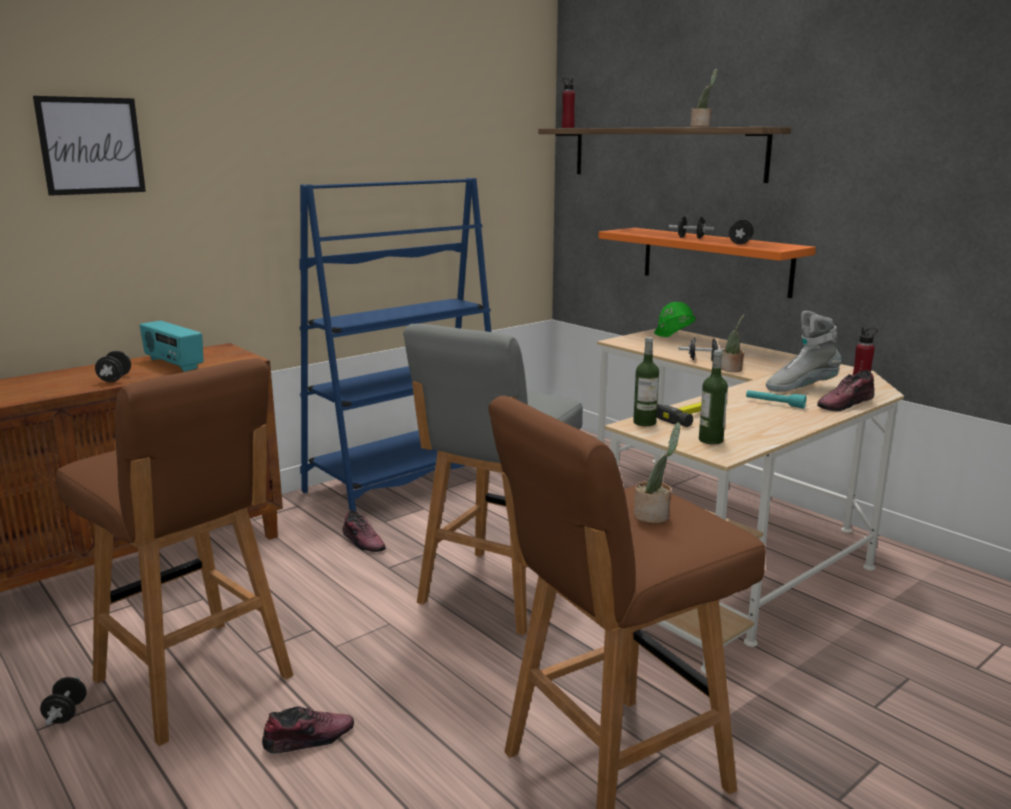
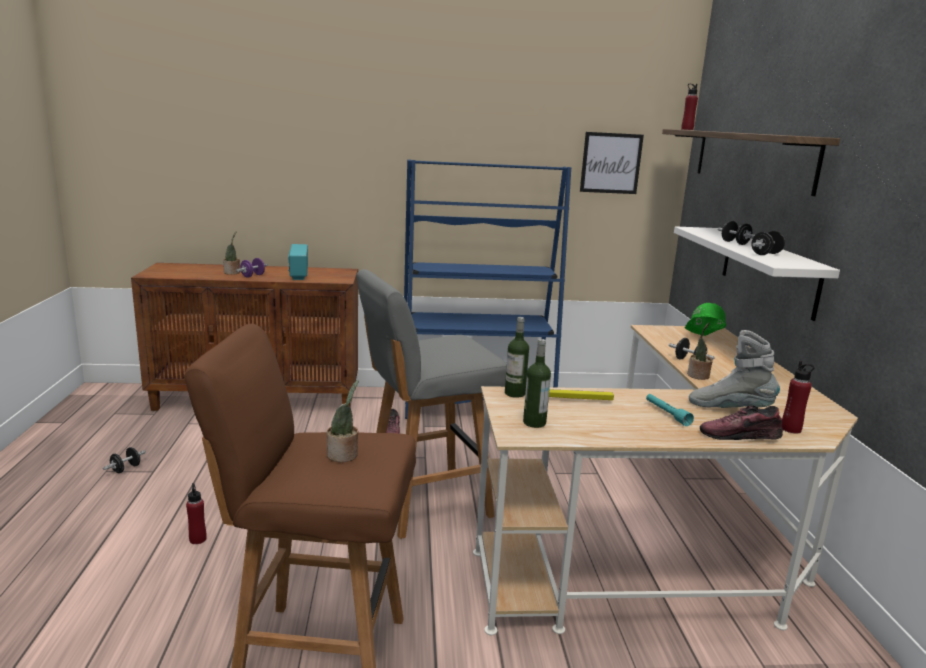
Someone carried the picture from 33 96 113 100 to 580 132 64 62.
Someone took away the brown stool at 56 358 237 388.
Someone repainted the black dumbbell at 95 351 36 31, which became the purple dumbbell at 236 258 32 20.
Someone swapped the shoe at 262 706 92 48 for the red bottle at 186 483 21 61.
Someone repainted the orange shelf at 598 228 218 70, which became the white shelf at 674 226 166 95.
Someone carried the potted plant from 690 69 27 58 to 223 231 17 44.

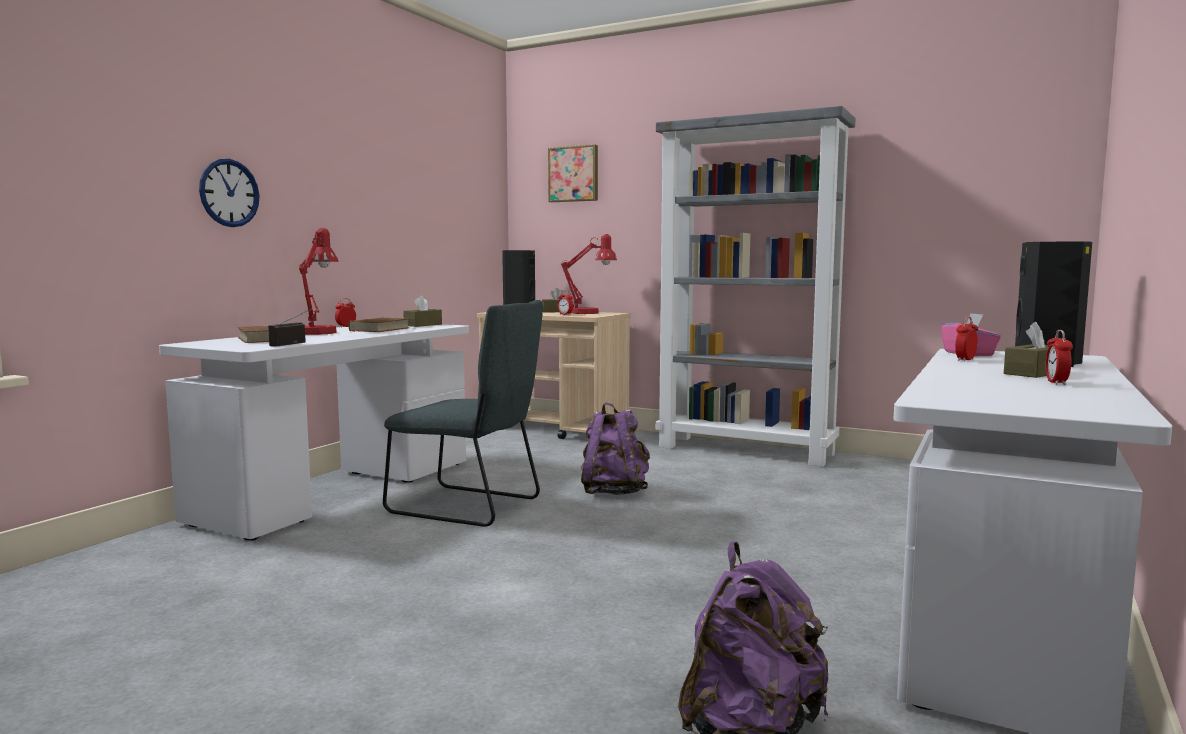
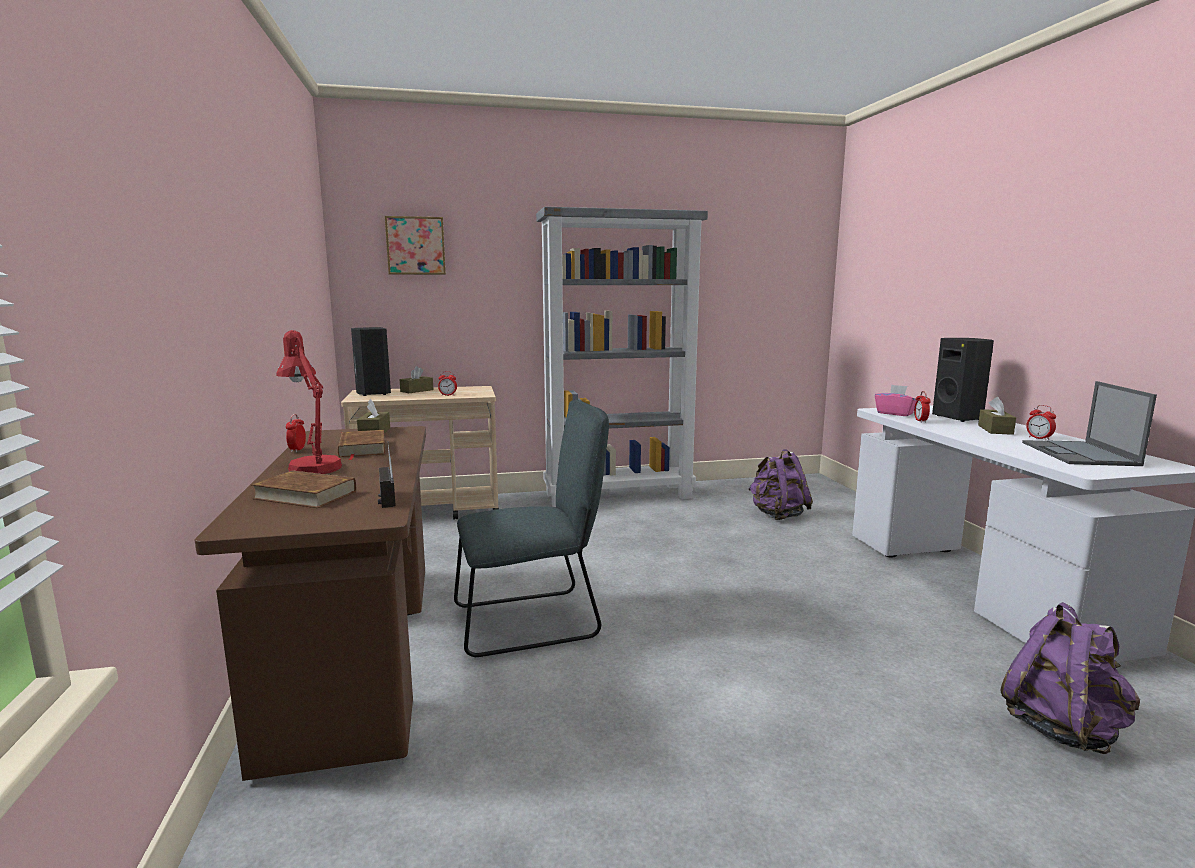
Someone repainted the white desk at 159 324 310 216, which became the brown desk at 195 426 231 355.
Someone took away the wall clock at 199 159 61 68.
Someone took away the red table lamp at 561 234 56 80.
Someone carried the purple backpack from 581 403 69 92 to 749 449 64 71.
Someone put down the laptop at 1022 381 135 85.

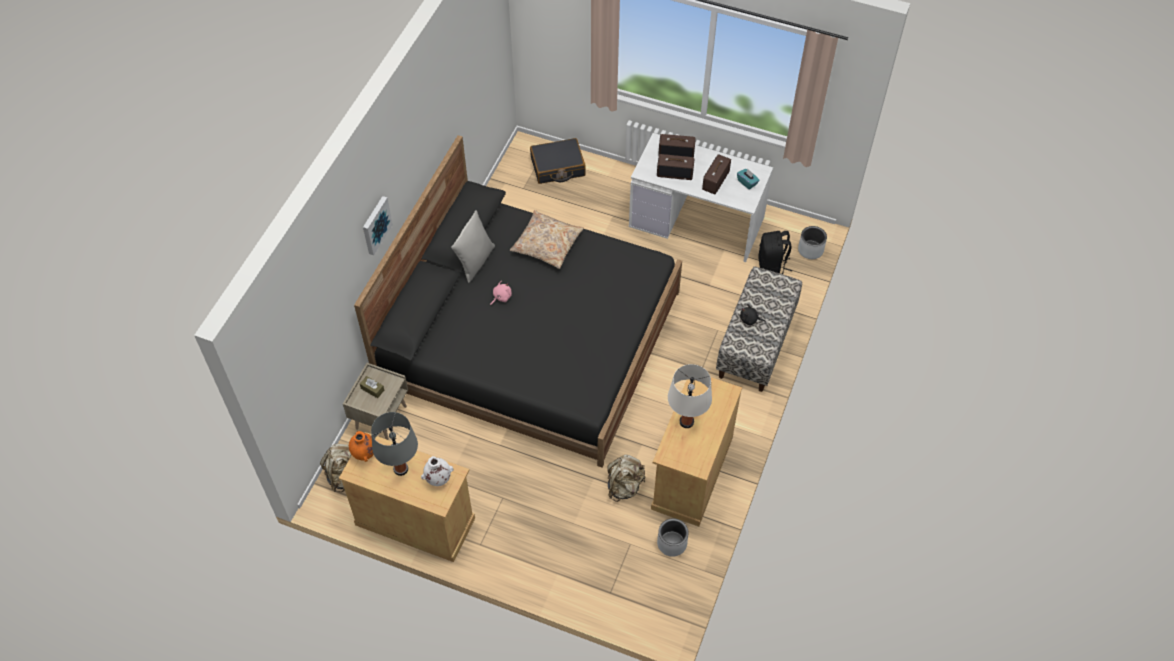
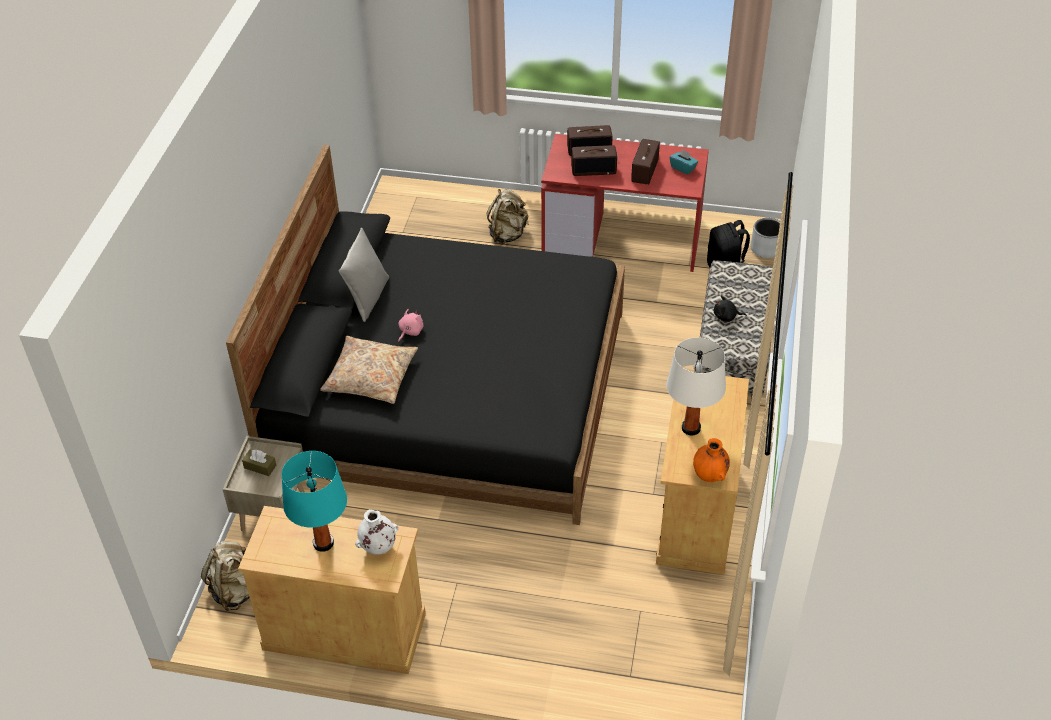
Someone carried the orange vase from 349 431 25 31 to 693 438 37 44.
Someone took away the picture at 363 196 30 59.
Someone repainted the grey table lamp at 371 412 47 64, which became the turquoise table lamp at 282 451 65 101.
Someone carried the beige pillow from 510 210 74 59 to 320 336 98 68.
Someone took away the black suitcase at 530 138 56 46.
Someone carried the beige backpack from 607 455 38 47 to 487 189 42 55.
Someone repainted the white desk at 629 133 144 129, which became the red desk at 541 134 168 138.
Someone took away the grey planter at 657 518 32 39.

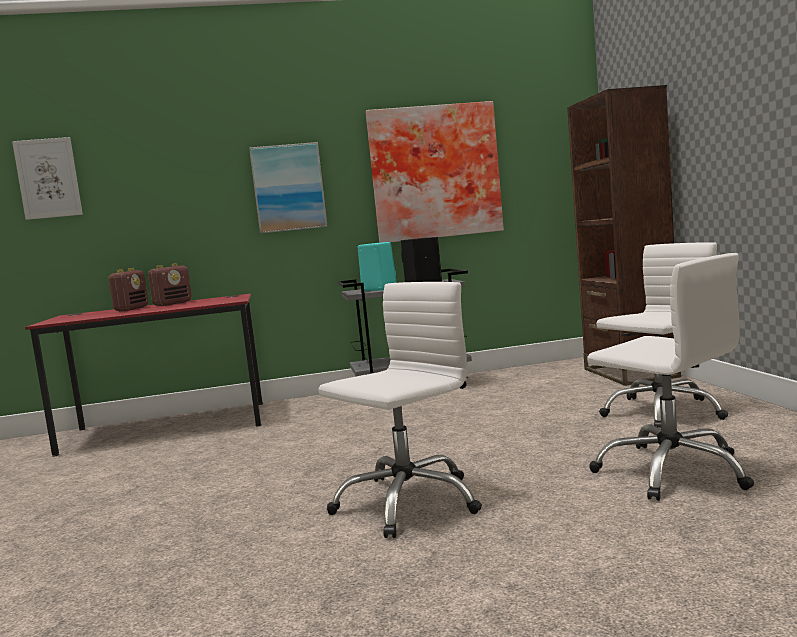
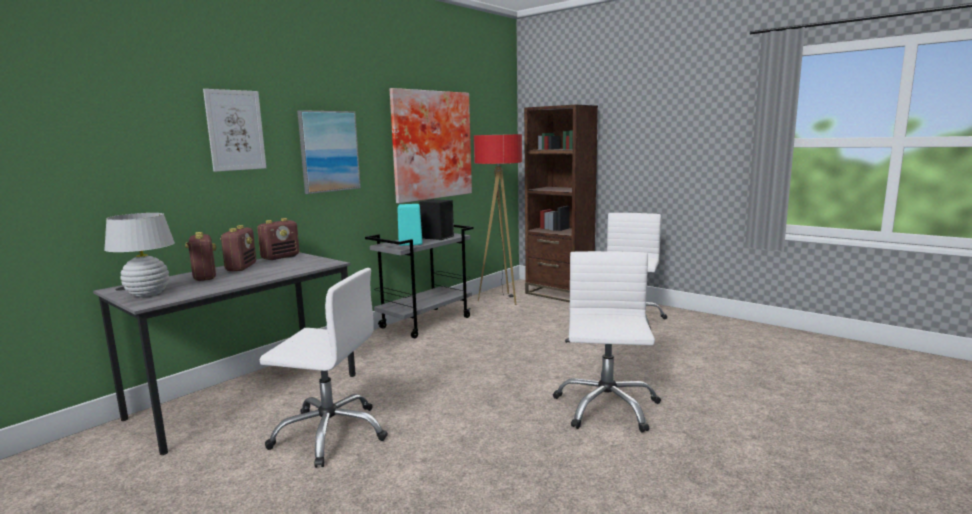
Someone carried the picture from 12 137 71 83 to 203 89 63 83.
Someone repainted the red desk at 25 294 238 163, which became the grey desk at 93 252 263 203.
Someone carried the white office chair from 587 253 167 248 to 260 268 128 200.
Someone put down the white table lamp at 104 213 71 84.
Someone put down the radio at 257 218 43 42.
Someone put down the floor lamp at 474 134 48 171.

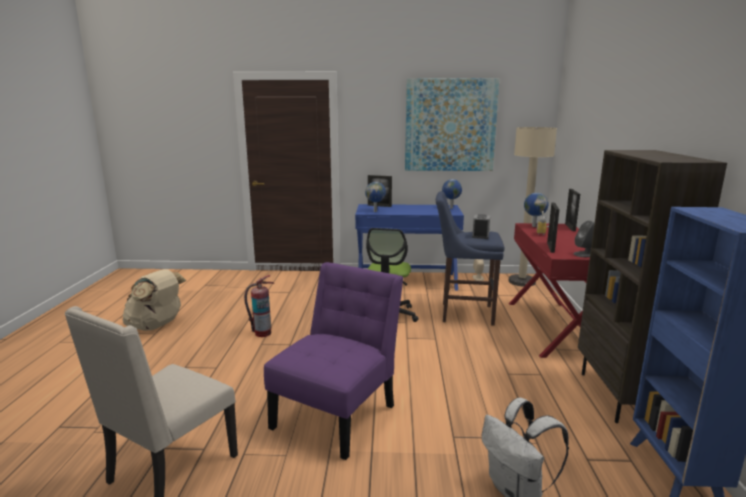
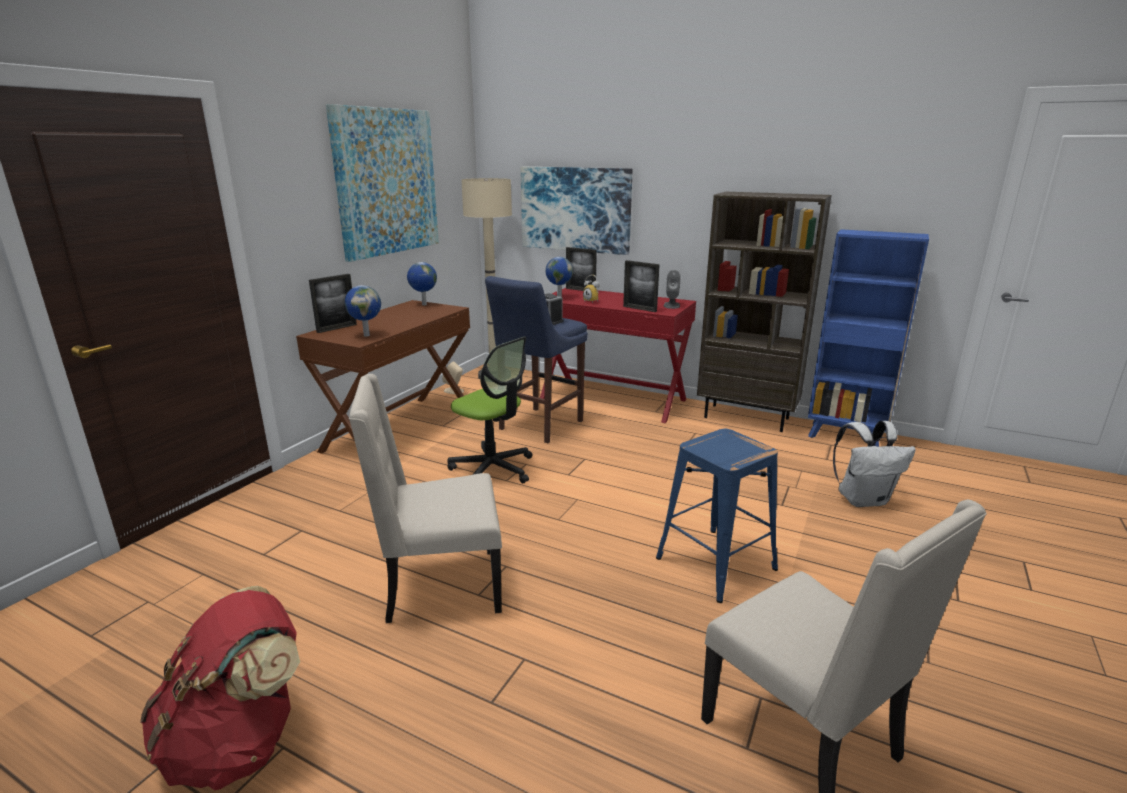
Someone repainted the beige backpack at 122 269 64 62, which became the red backpack at 141 586 159 204.
Someone swapped the fire extinguisher at 244 275 30 62 for the beige chair at 349 374 153 249.
Someone swapped the purple chair at 264 262 140 198 for the blue stool at 656 429 122 174.
Someone repainted the blue desk at 355 204 109 86, which became the brown desk at 296 300 174 154.
Someone put up the picture at 521 167 112 88.

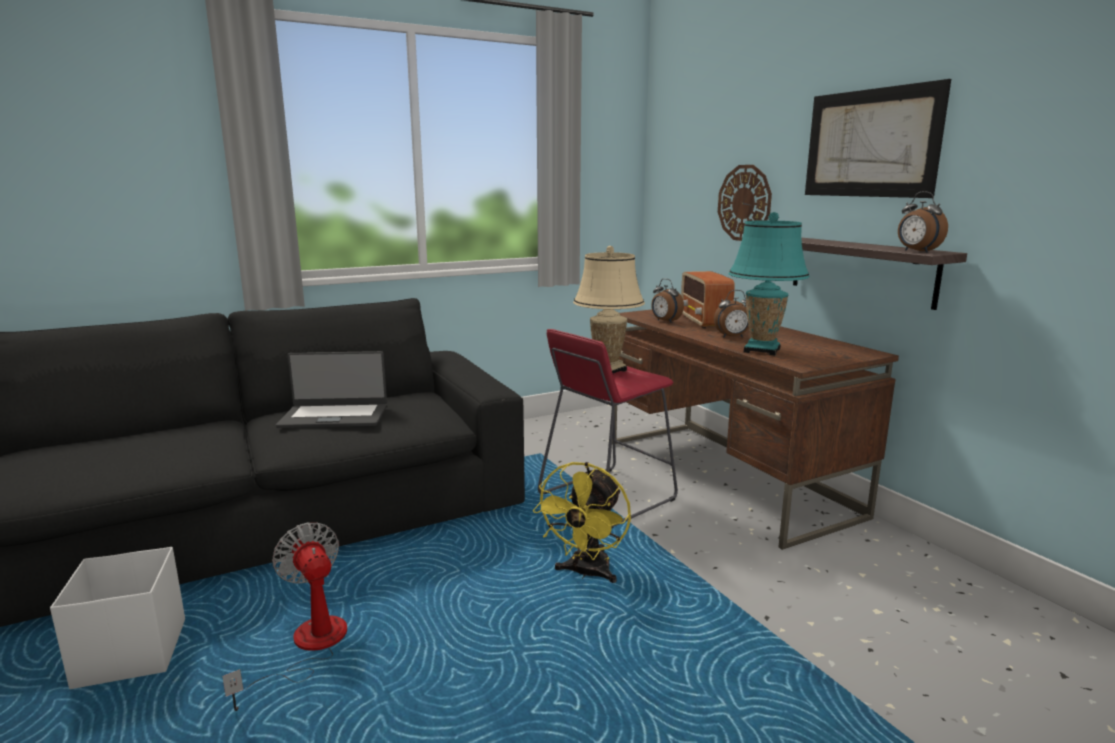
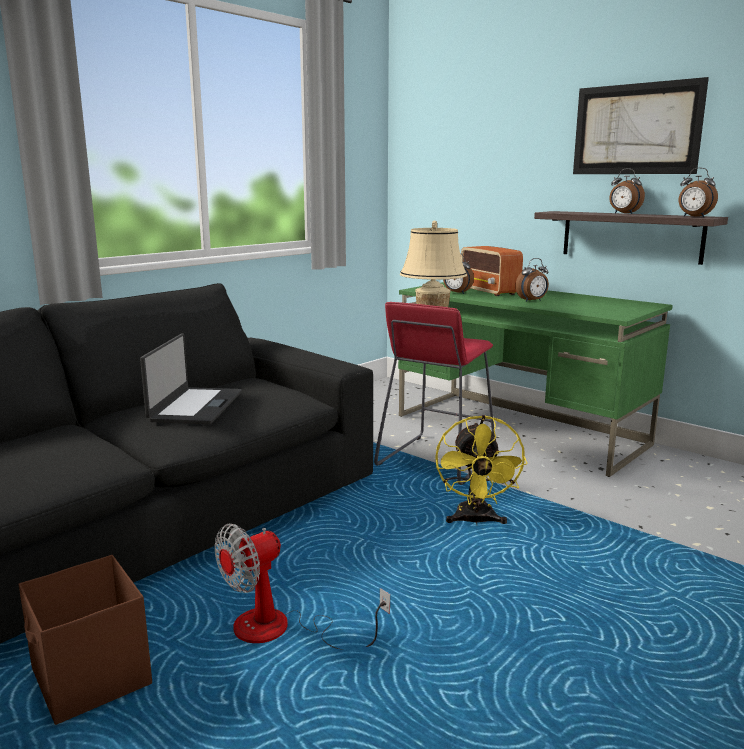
Someone repainted the white storage box at 50 547 135 142, which became the brown storage box at 19 555 133 170.
Someone rotated the fan at 222 522 125 189 by 75 degrees counterclockwise.
Someone rotated the laptop at 276 351 111 77 by 60 degrees counterclockwise.
Someone repainted the brown desk at 612 309 287 241, which became the green desk at 398 282 275 195.
Someone took away the wall clock at 718 165 54 76.
Someone took away the turquoise table lamp at 728 212 82 144.
Someone put down the alarm clock at 610 168 35 46.

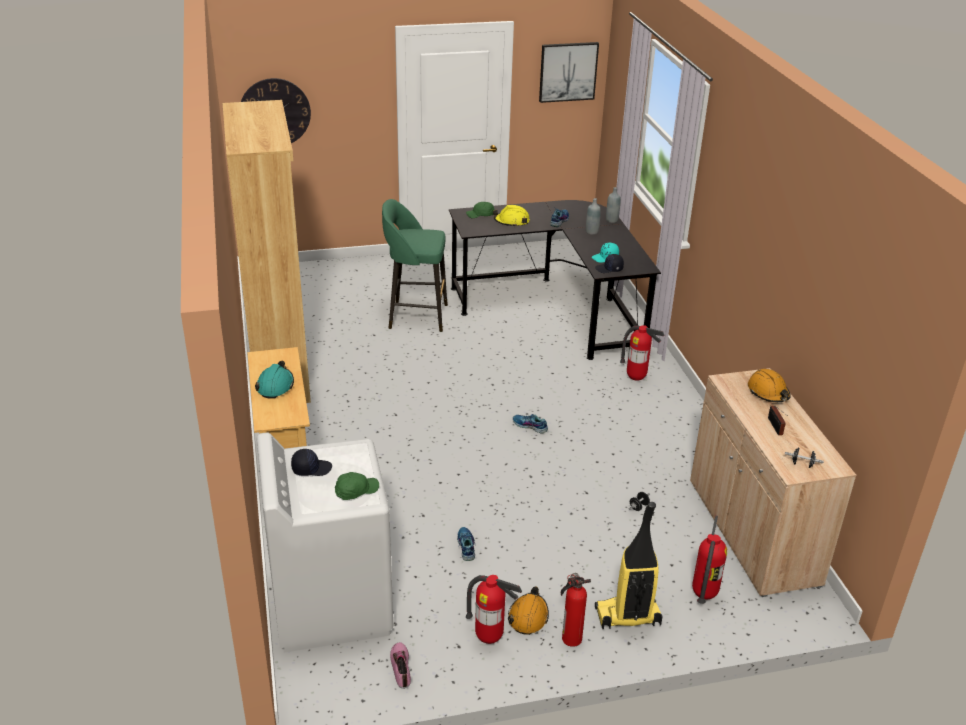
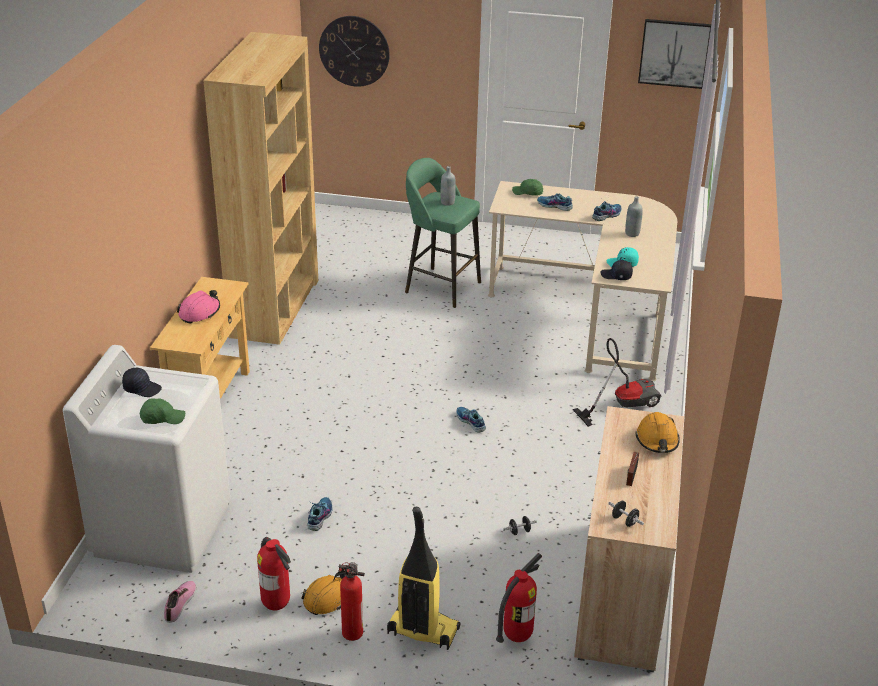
Someone repainted the turquoise hard hat at 255 361 39 38, which became the pink hard hat at 177 290 43 33.
Someone repainted the black desk at 449 200 212 160, which became the beige desk at 488 181 189 200.
Someone swapped the yellow hard hat at 493 205 37 22 for the shoe at 537 193 36 18.
Someone carried the grey bottle from 606 187 15 36 to 441 166 15 40.
Someone swapped the fire extinguisher at 620 325 45 56 for the vacuum cleaner at 573 338 88 89.

